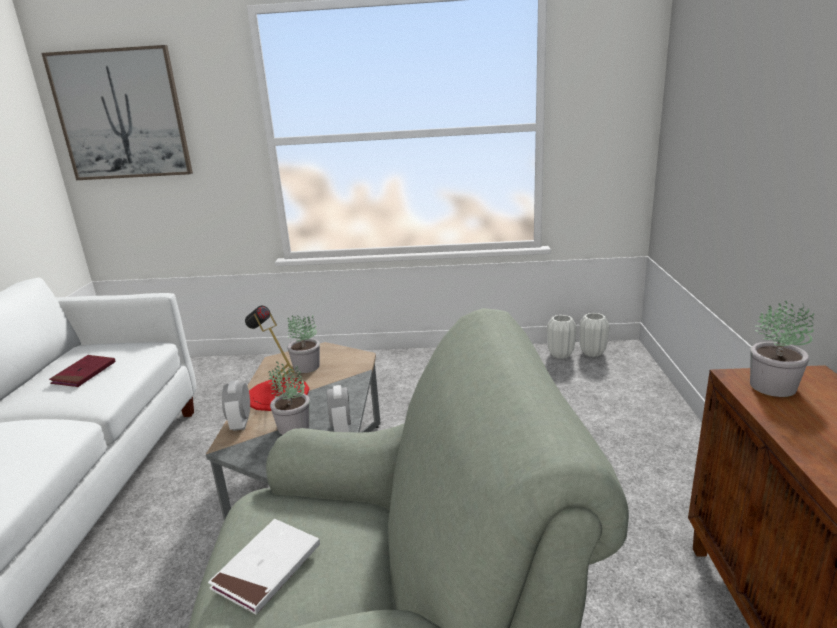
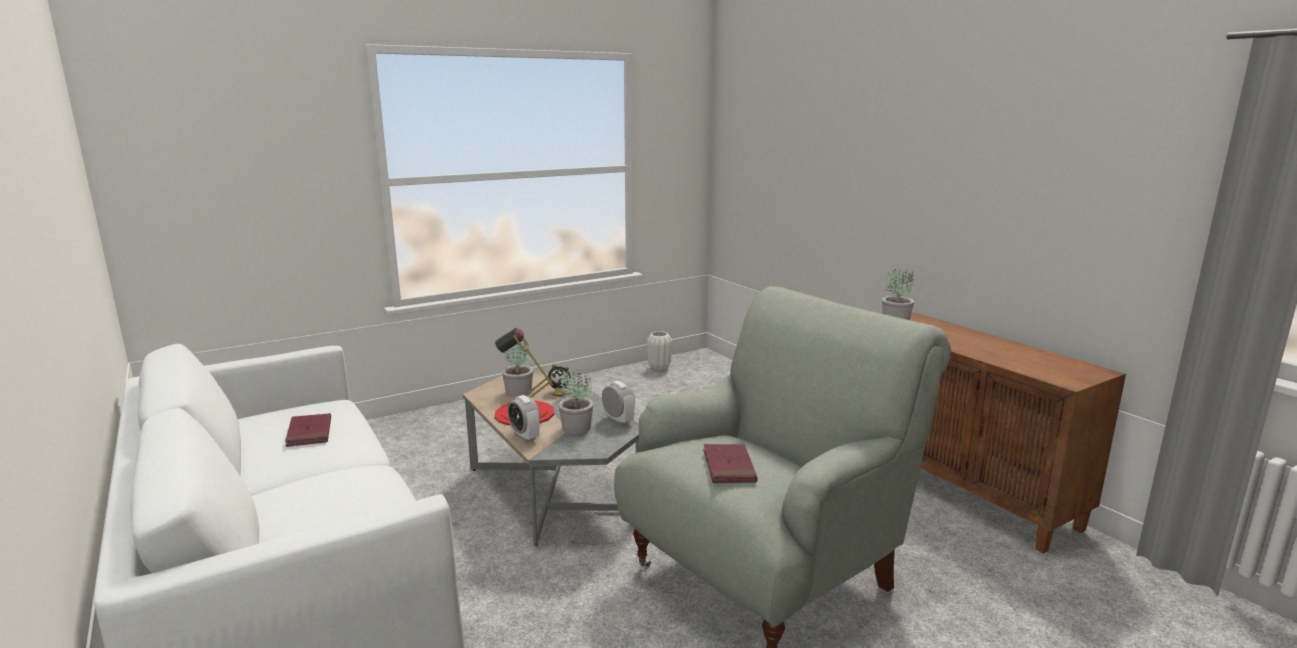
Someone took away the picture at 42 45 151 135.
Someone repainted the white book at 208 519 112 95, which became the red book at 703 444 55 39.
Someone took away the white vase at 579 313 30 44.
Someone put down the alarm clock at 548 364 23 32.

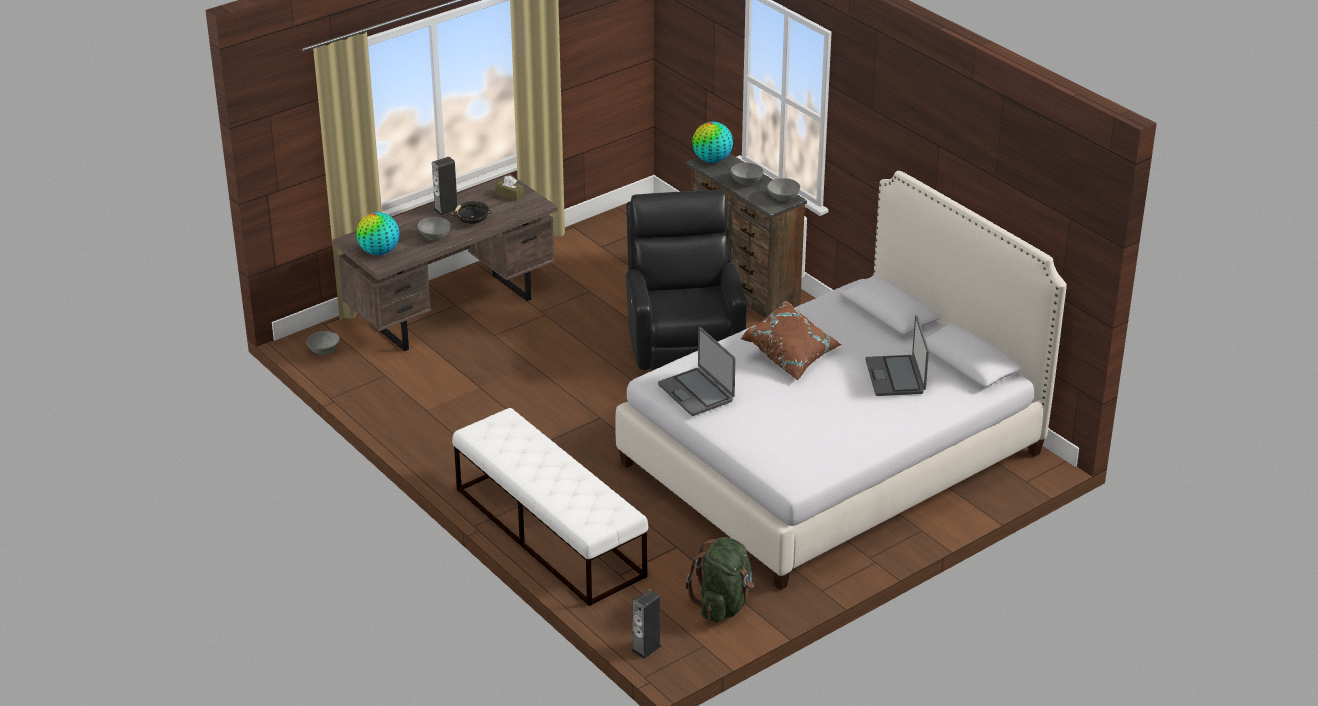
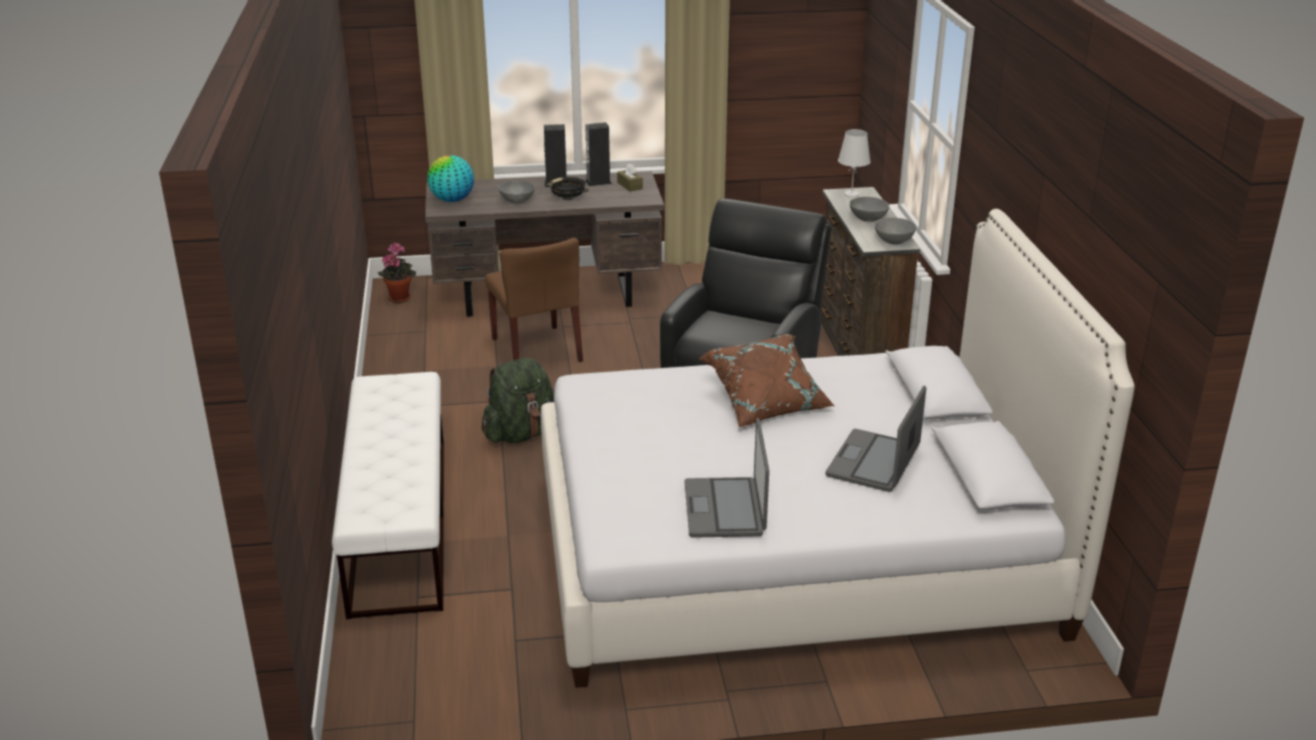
Someone swapped the grey bowl at 306 331 34 24 for the potted plant at 378 243 38 60.
Someone carried the speaker from 631 589 31 70 to 585 122 27 64.
Someone carried the laptop from 658 327 77 89 to 685 418 84 120.
Someone carried the green backpack from 686 537 68 85 to 482 358 72 85.
Someone swapped the globe at 692 122 41 41 for the white table lamp at 838 129 33 68.
Someone put down the brown chair at 485 238 98 124.

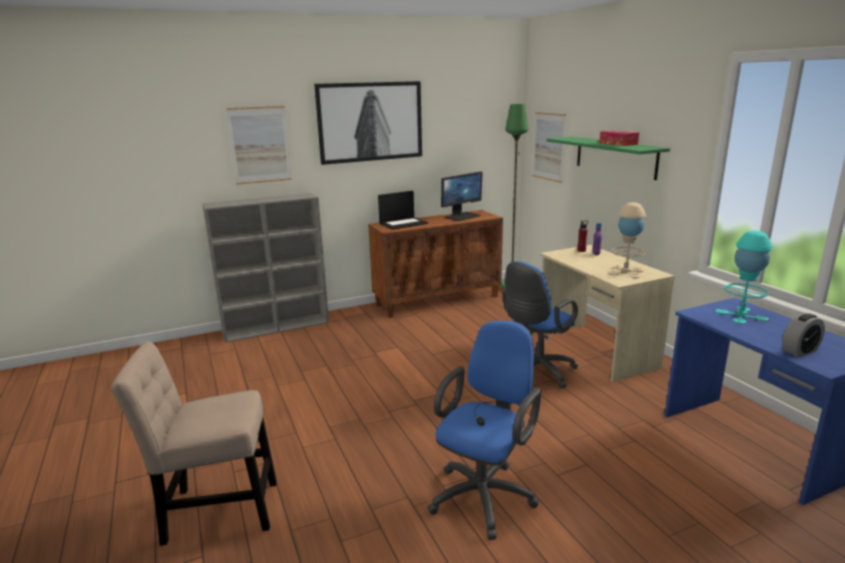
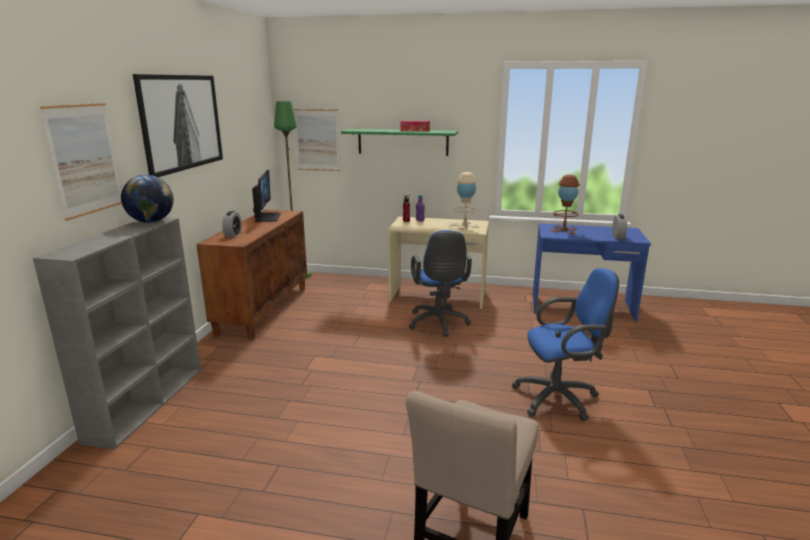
Someone swapped the laptop at 378 191 50 39 for the alarm clock at 222 211 20 26.
Someone rotated the blue office chair at 427 321 114 219 by 105 degrees clockwise.
Someone repainted the turquoise table lamp at 716 231 57 93, which became the brown table lamp at 551 175 29 59.
Someone put down the globe at 121 175 53 48.

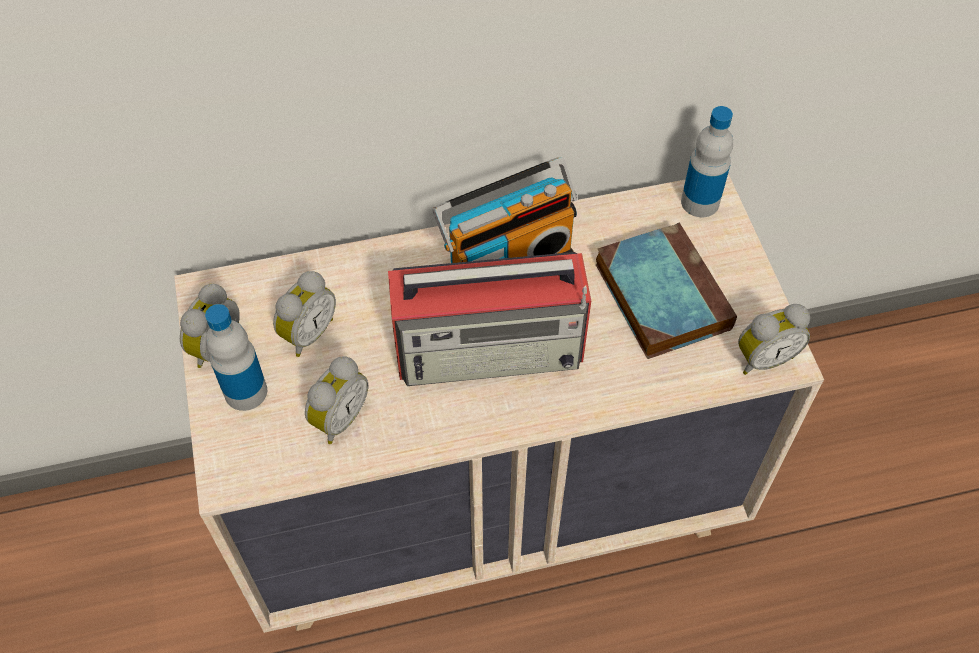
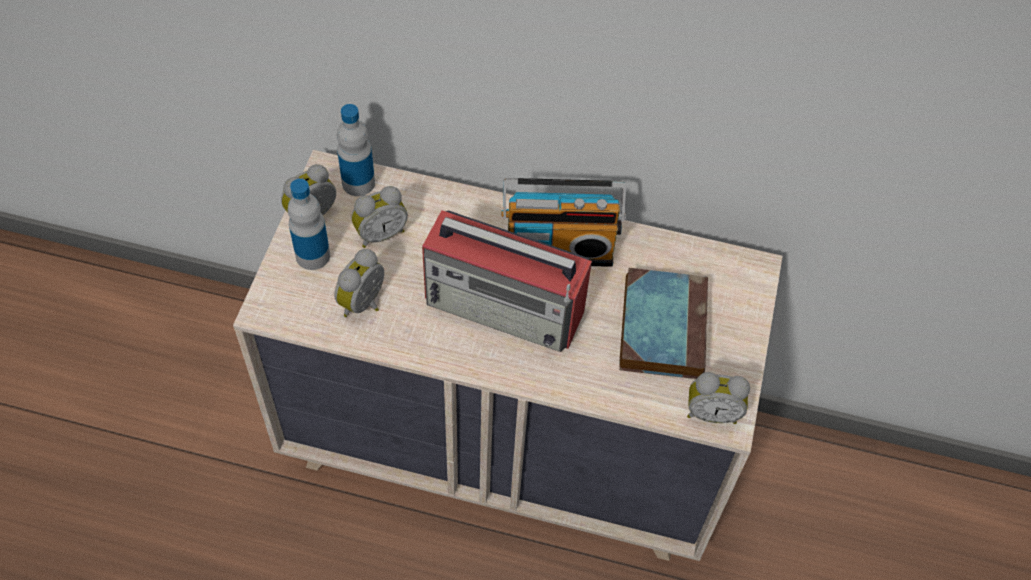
Someone rotated the alarm clock at 305 356 63 88 by 150 degrees clockwise.
Someone carried the bottle from 681 106 52 111 to 337 104 38 92.

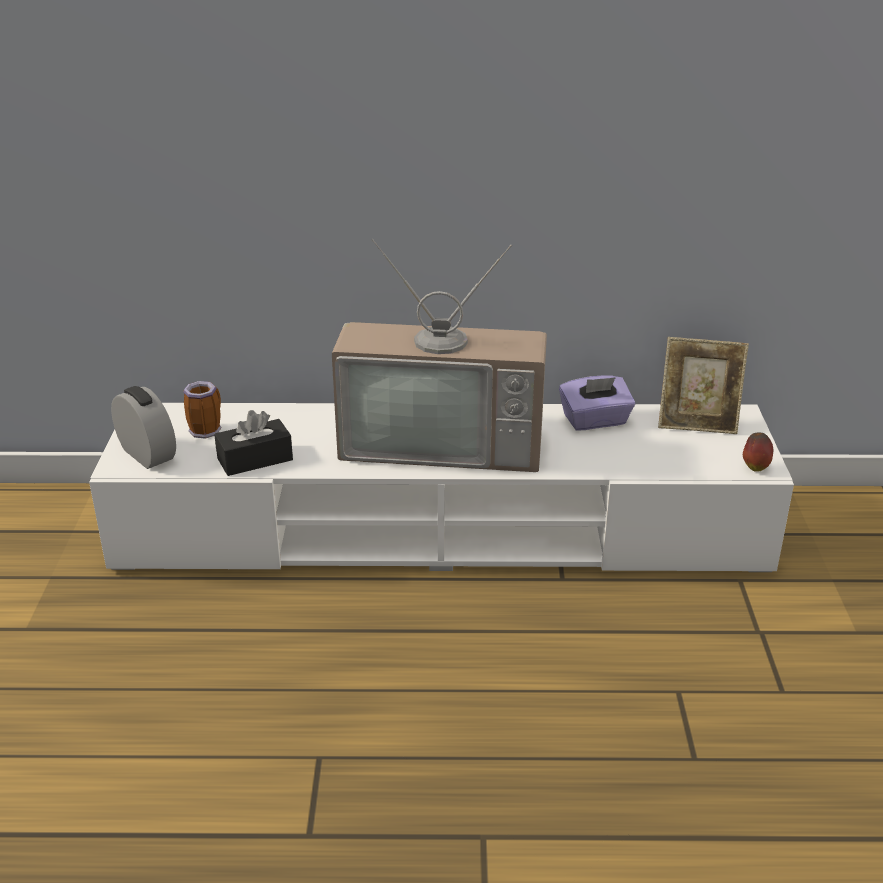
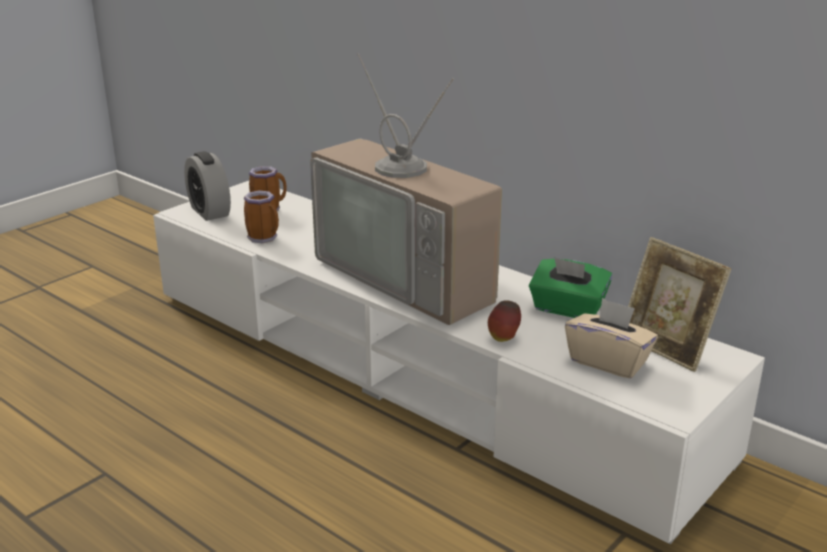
Someone rotated the alarm clock at 111 386 65 83 by 150 degrees clockwise.
Someone swapped the black tissue box at 214 410 79 66 for the mug at 244 191 35 52.
Someone repainted the purple tissue box at 559 375 76 56, which became the green tissue box at 529 257 83 61.
Someone carried the apple from 743 433 30 39 to 488 300 33 42.
Someone put down the beige tissue box at 565 298 93 81.

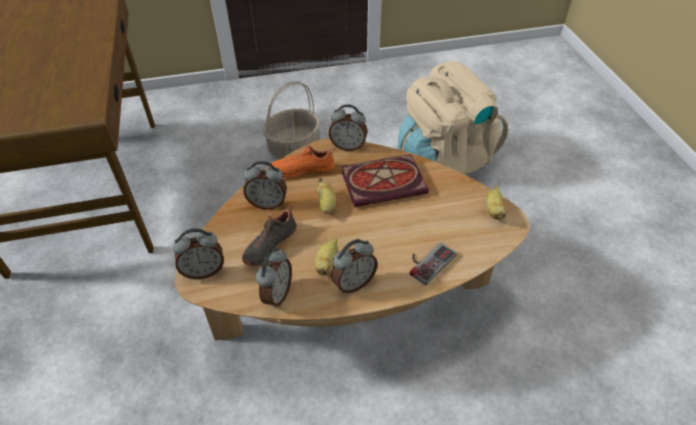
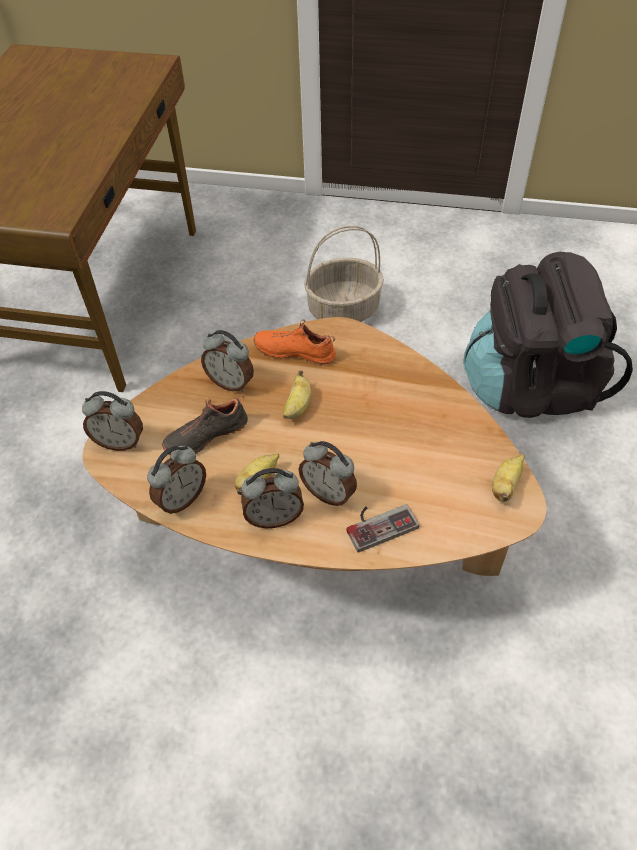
Someone carried the alarm clock from 329 104 38 47 to 299 441 58 65.
Someone took away the book at 341 154 88 53.
Someone repainted the beige backpack at 398 61 110 113, which became the black backpack at 463 252 170 166.

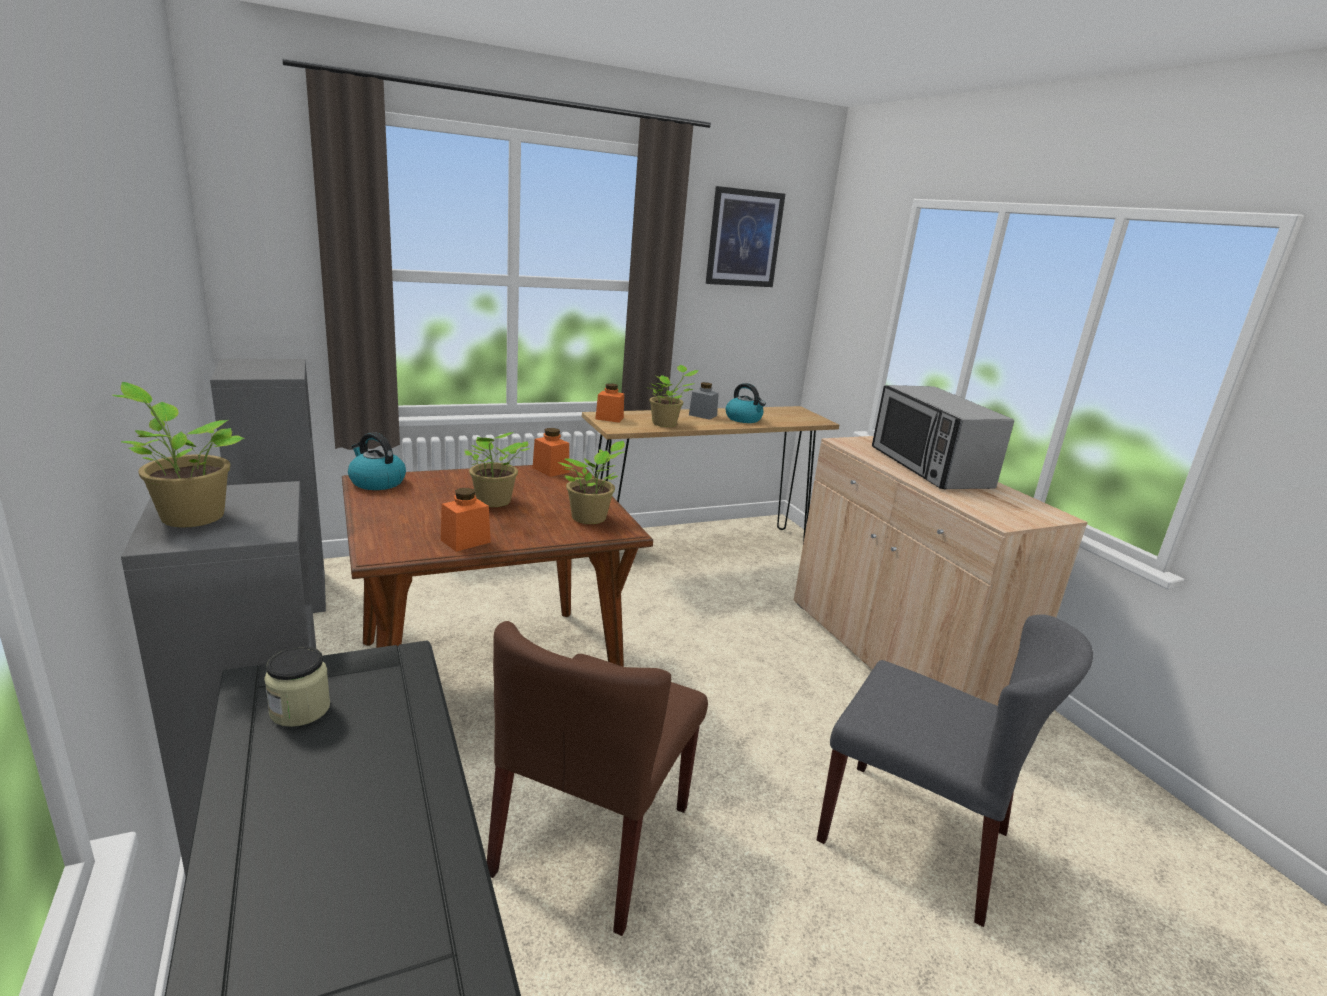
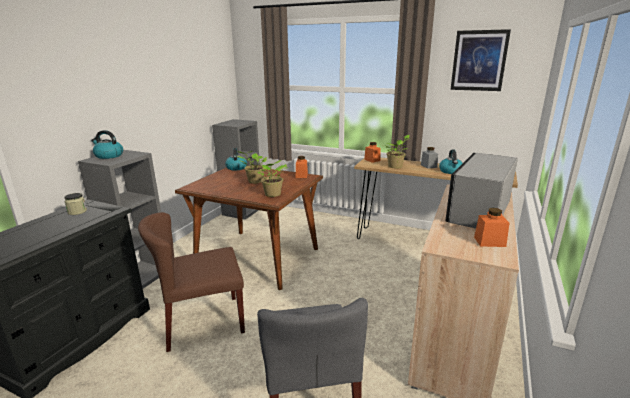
Someone swapped the potted plant at 113 382 131 146 for the kettle at 91 130 32 29.
Someone carried the orange jar from 441 488 50 64 to 474 208 35 39.

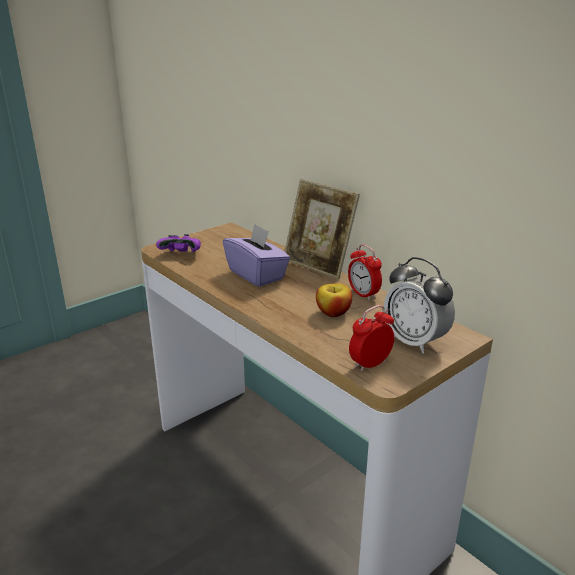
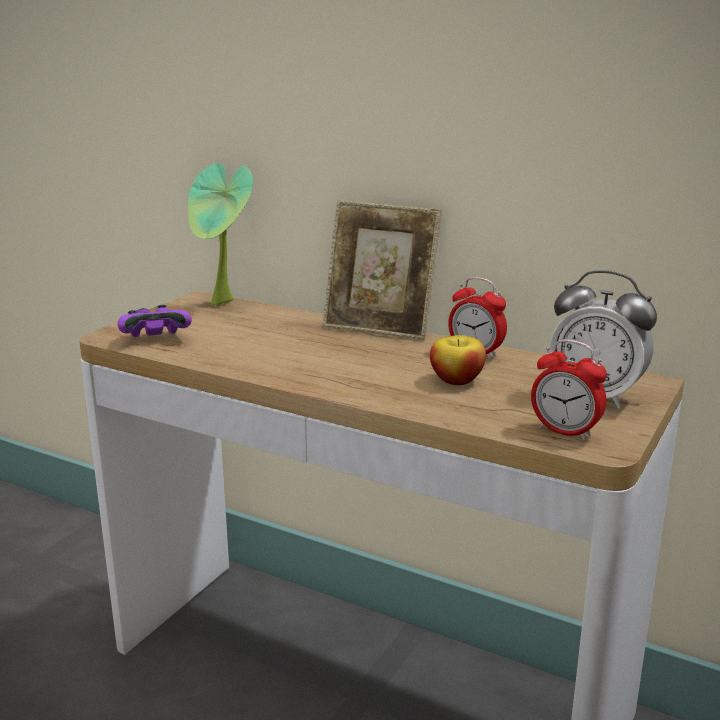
Someone took away the purple tissue box at 223 224 67 63.
Someone rotated the alarm clock at 349 305 45 67 by 90 degrees counterclockwise.
Someone put down the potted plant at 188 163 65 143.

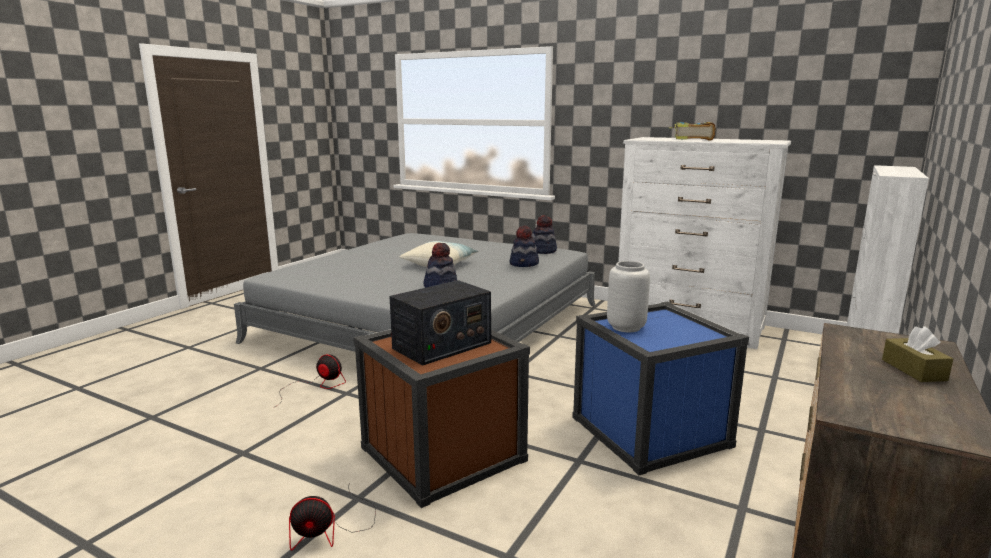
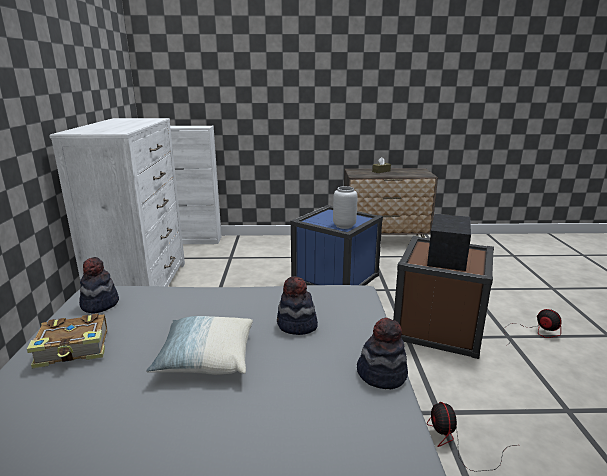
Someone rotated the radio at 389 280 102 85 by 90 degrees counterclockwise.
Someone carried the hat from 510 226 29 41 to 357 318 51 71.
Someone carried the book from 669 122 46 18 to 27 314 80 54.

